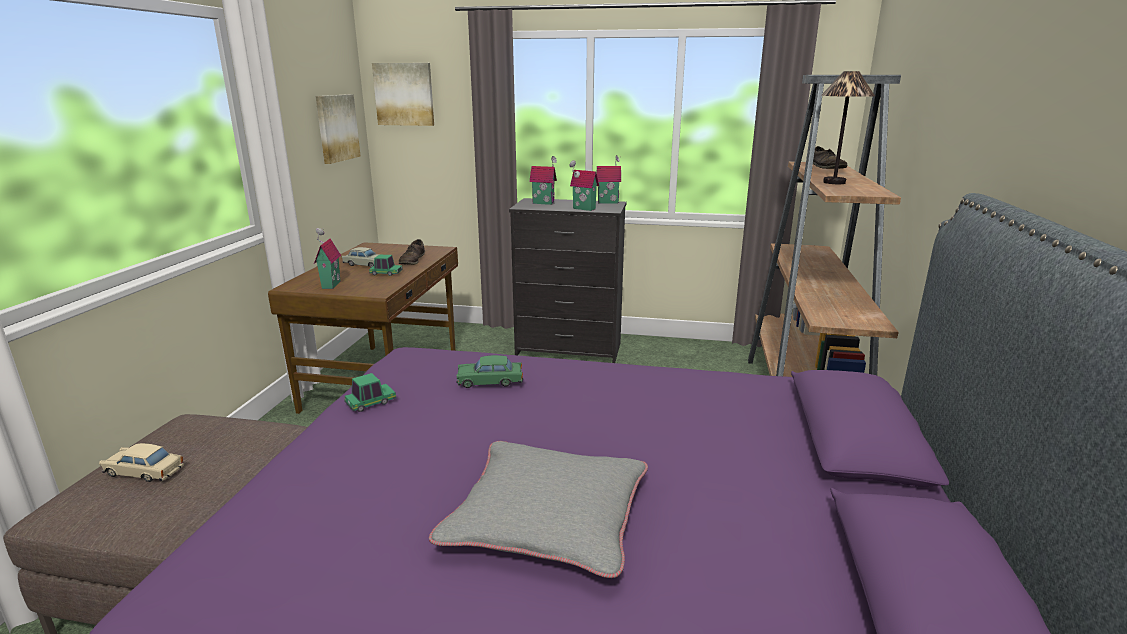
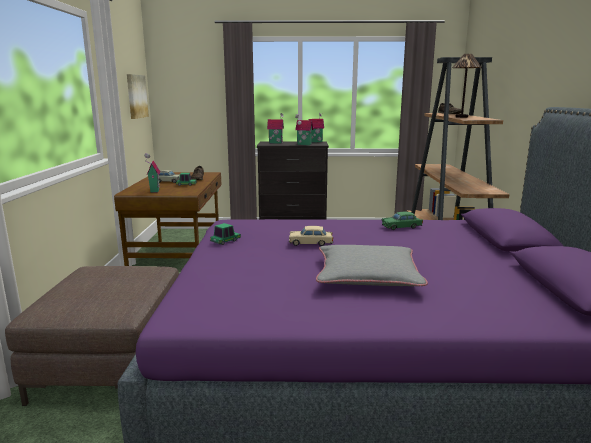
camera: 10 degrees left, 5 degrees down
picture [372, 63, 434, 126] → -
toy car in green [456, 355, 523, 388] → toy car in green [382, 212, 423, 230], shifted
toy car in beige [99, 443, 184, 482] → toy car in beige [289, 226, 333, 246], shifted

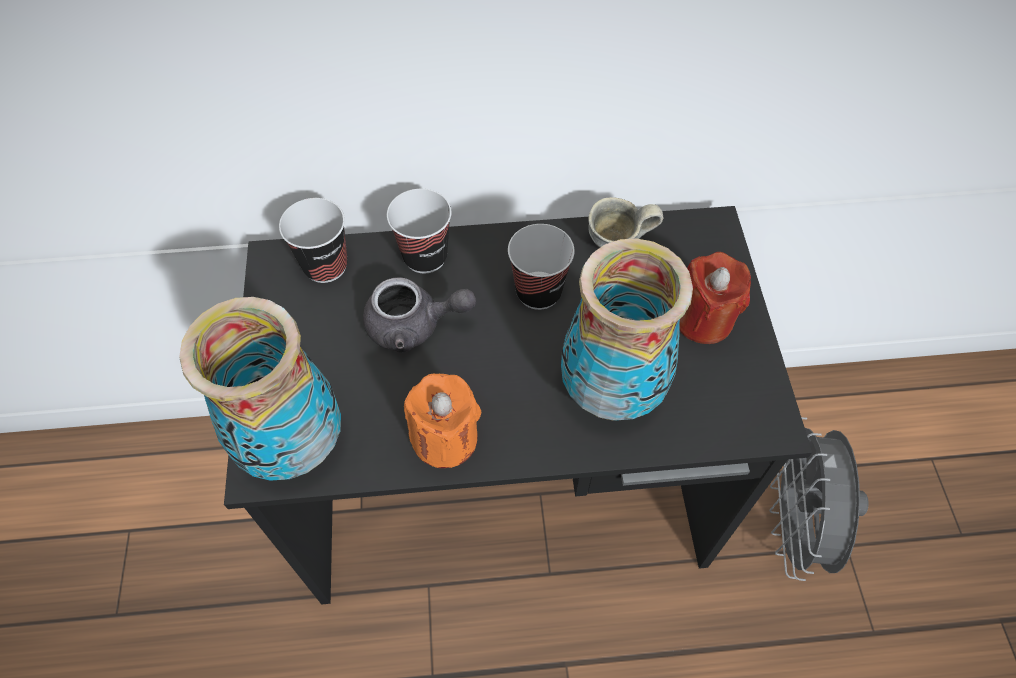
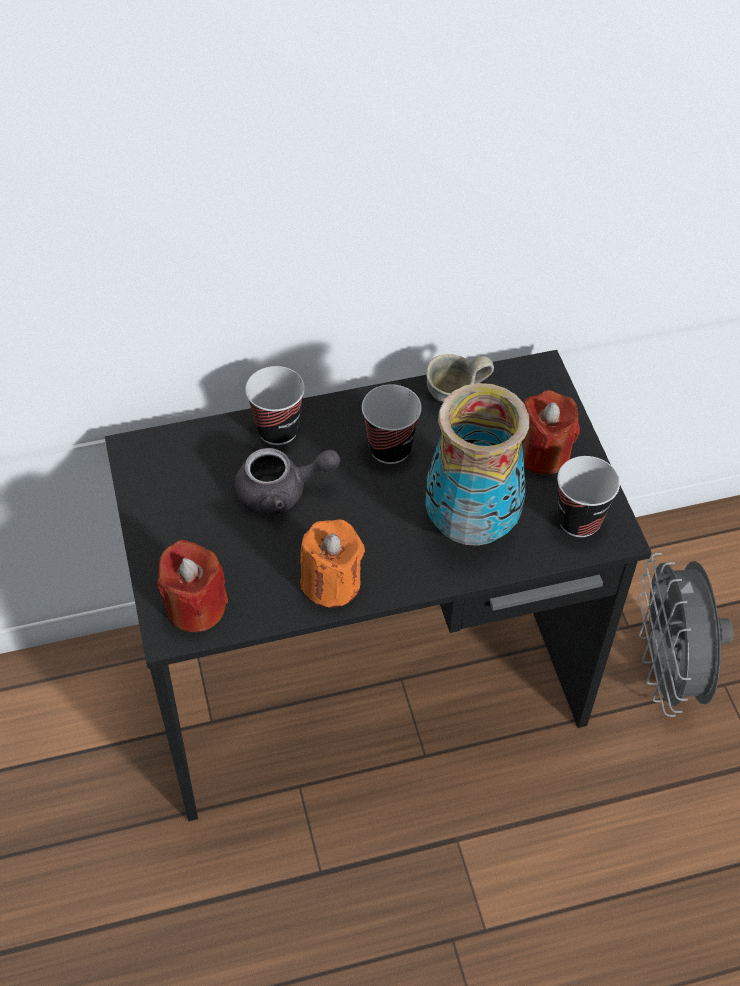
camera: 10 degrees left, 5 degrees down
cup [279, 198, 347, 283] → cup [557, 456, 620, 537], shifted
vase [179, 297, 341, 481] → candle in red [157, 540, 228, 632]

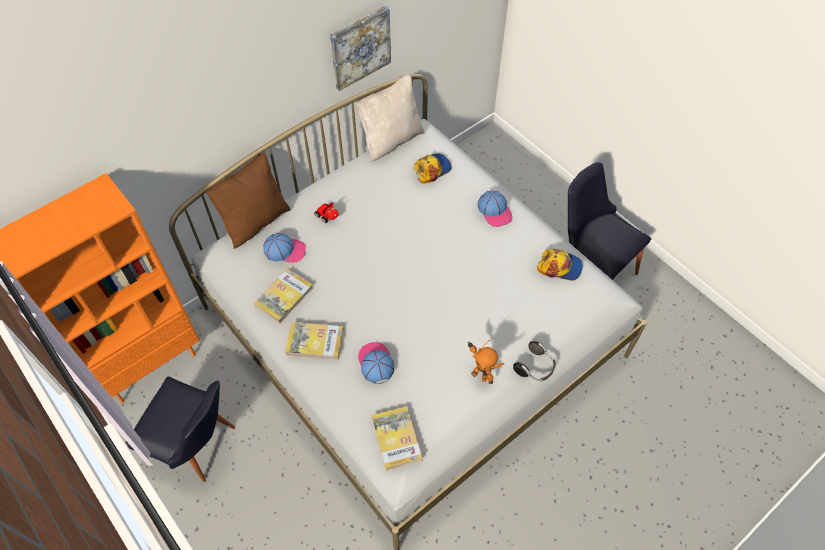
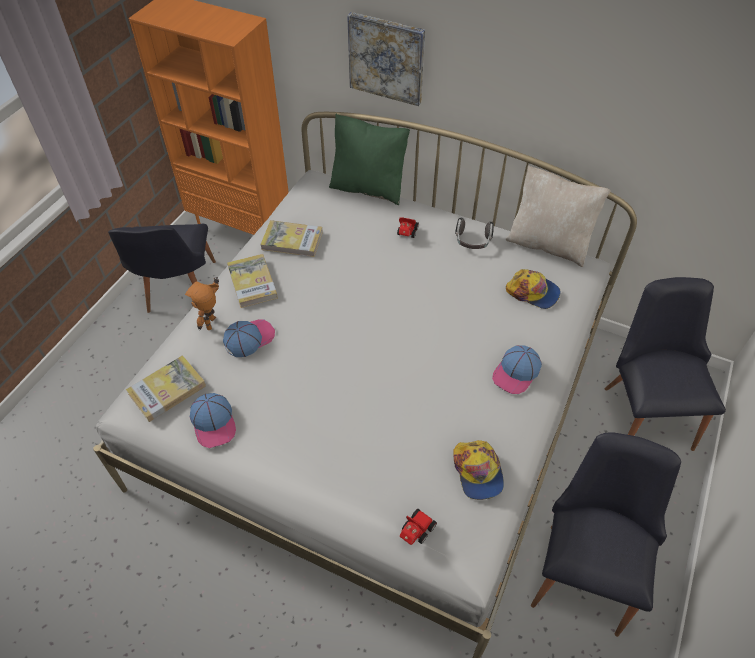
camera: 65 degrees right, 5 degrees down
picture [330, 6, 391, 91] → picture [347, 12, 425, 106], shifted
pillow in brown [206, 152, 291, 248] → pillow in green [329, 114, 410, 205]
cap [263, 233, 306, 263] → cap [190, 393, 236, 448], shifted
toy robot [467, 340, 504, 384] → toy robot [185, 277, 219, 330], shifted
headphones [513, 341, 556, 381] → headphones [455, 218, 494, 249], shifted
- → chair in black [605, 277, 726, 451]
- → toy car [400, 509, 437, 545]

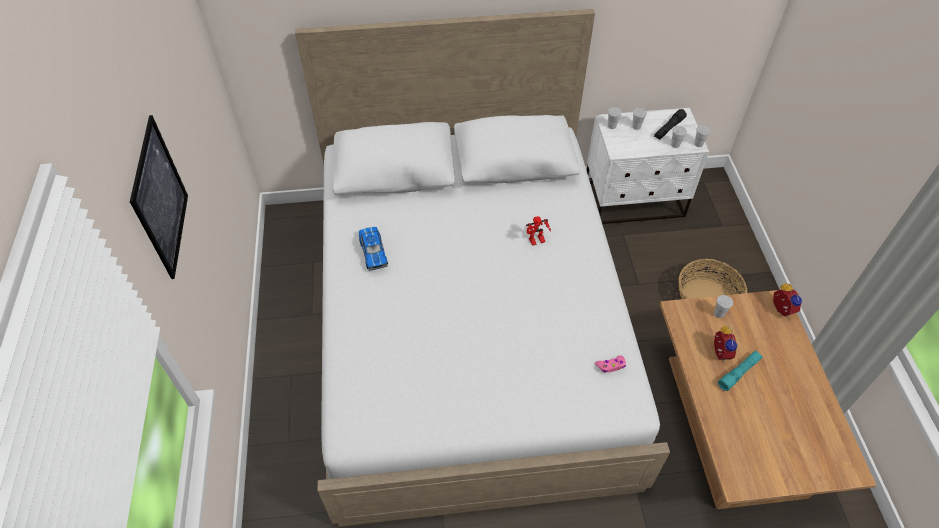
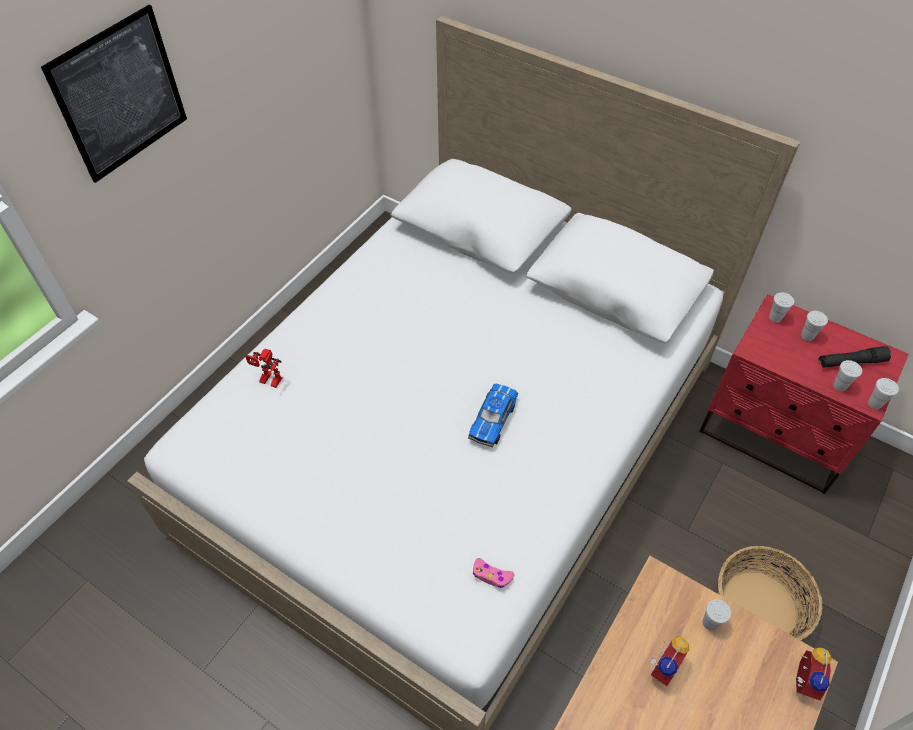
camera: 40 degrees right, 0 degrees up
nightstand in white [587, 108, 709, 224] → nightstand in red [700, 294, 908, 494]
toy robot [526, 216, 551, 246] → toy robot [246, 349, 282, 388], shifted
toy car [359, 227, 388, 271] → toy car [468, 384, 518, 447], shifted
flashlight in turquoise [718, 350, 763, 391] → -

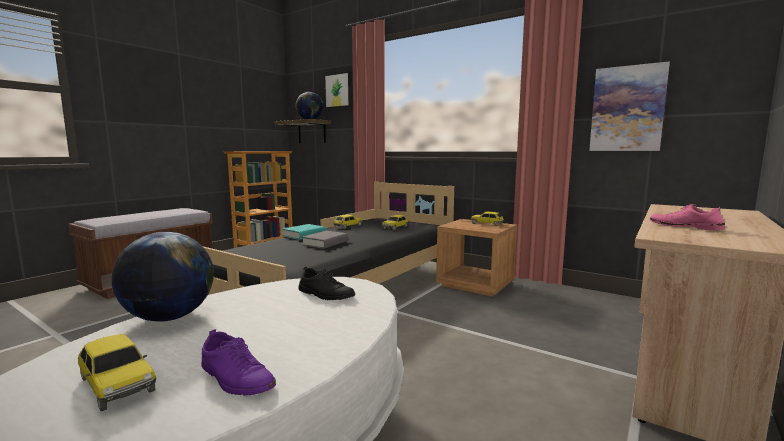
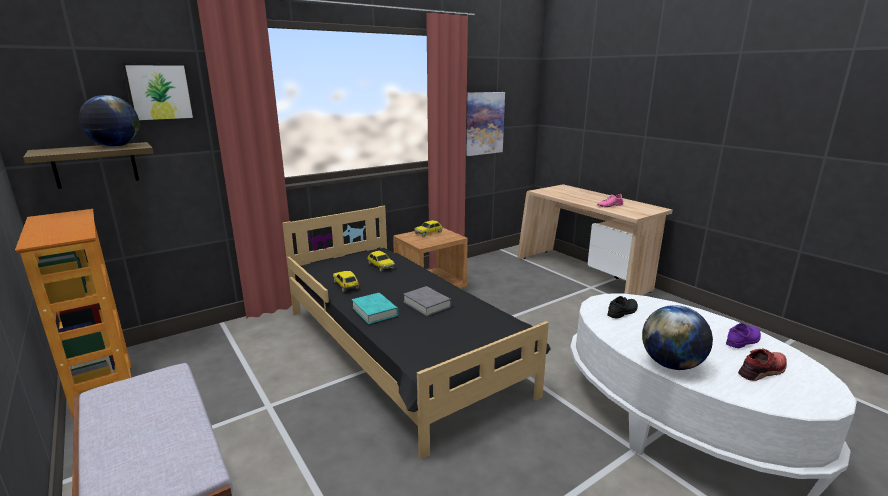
camera: 70 degrees left, 10 degrees up
toy car [78, 334, 156, 411] → shoe in red [738, 348, 787, 381]

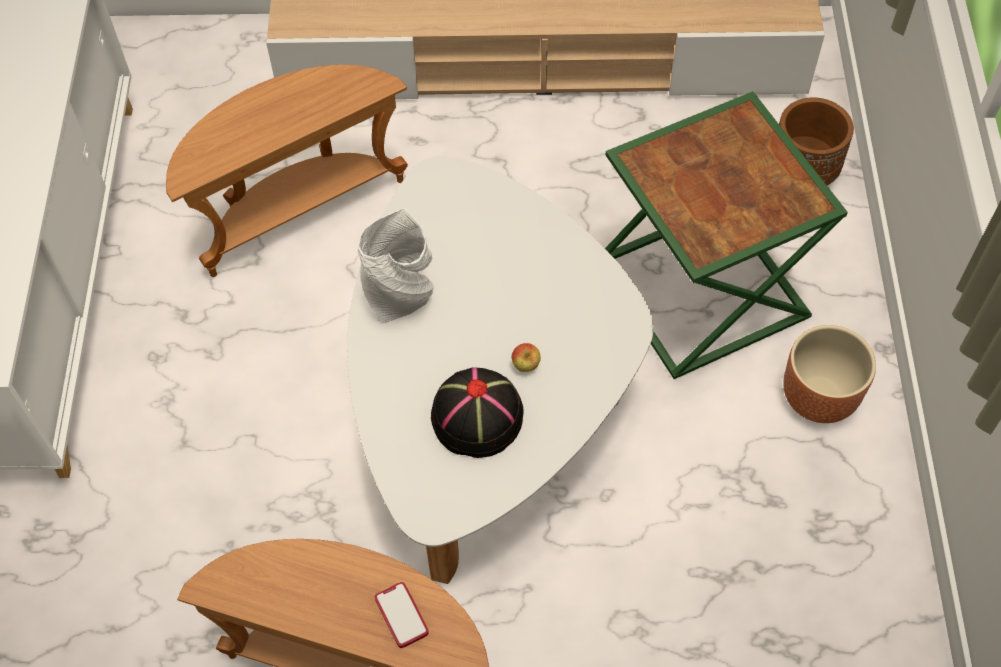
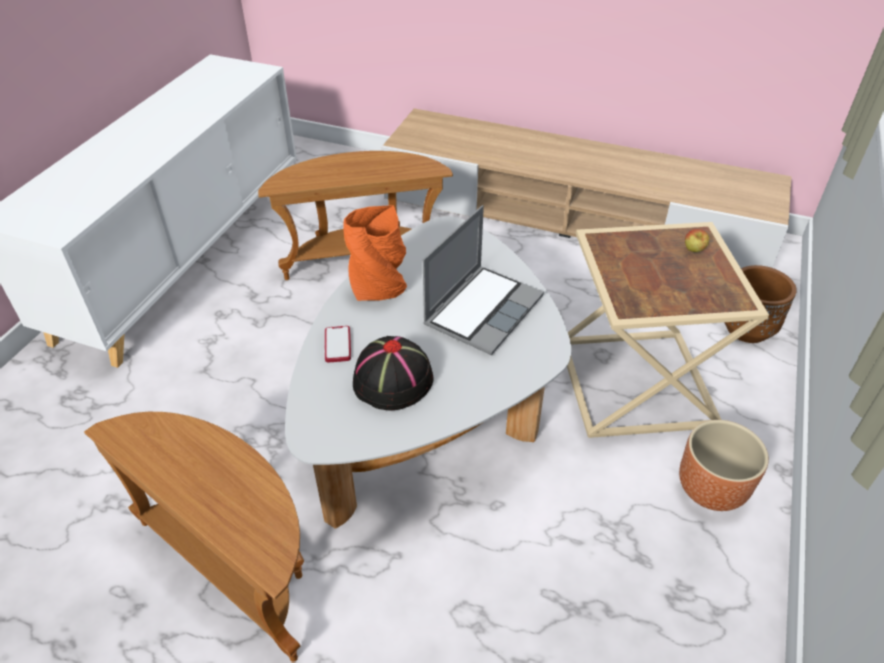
camera: 20 degrees right, 15 degrees down
side table in green [605, 91, 848, 379] → side table in beige [567, 222, 769, 438]
vase in grey [358, 208, 434, 323] → vase in orange [343, 205, 407, 301]
apple [512, 343, 541, 372] → apple [685, 229, 709, 252], shifted
phone [375, 582, 429, 648] → phone [325, 326, 351, 362], shifted
- → laptop [423, 205, 544, 355]

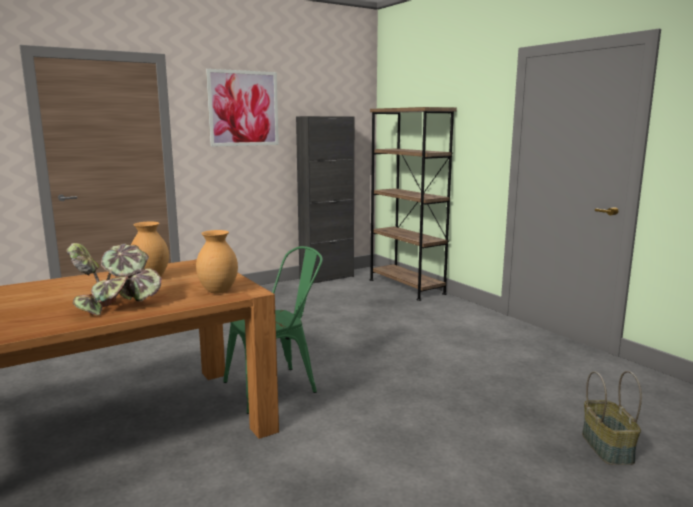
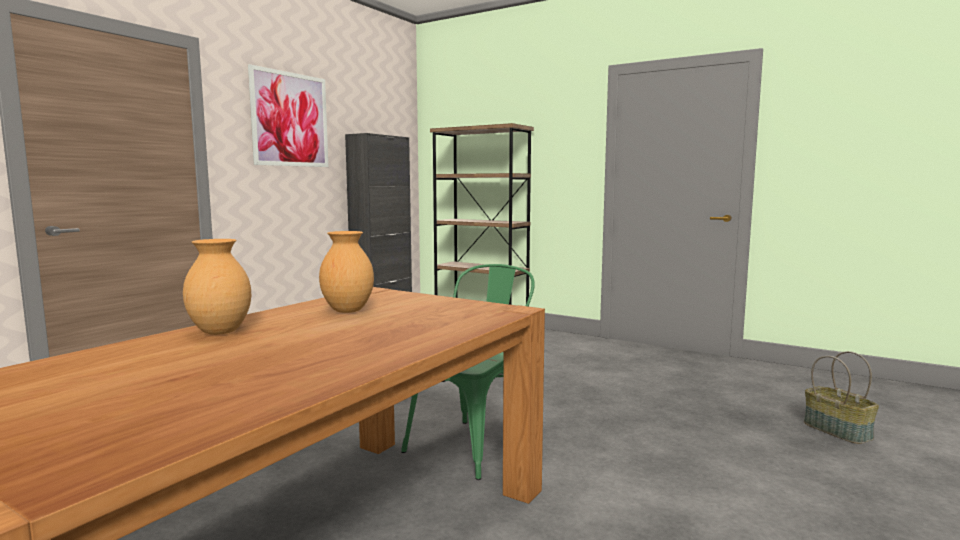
camera: 25 degrees left, 5 degrees down
vase in brown [196, 230, 238, 294] → vase in brown [183, 239, 251, 335], shifted
potted plant [66, 243, 162, 316] → -

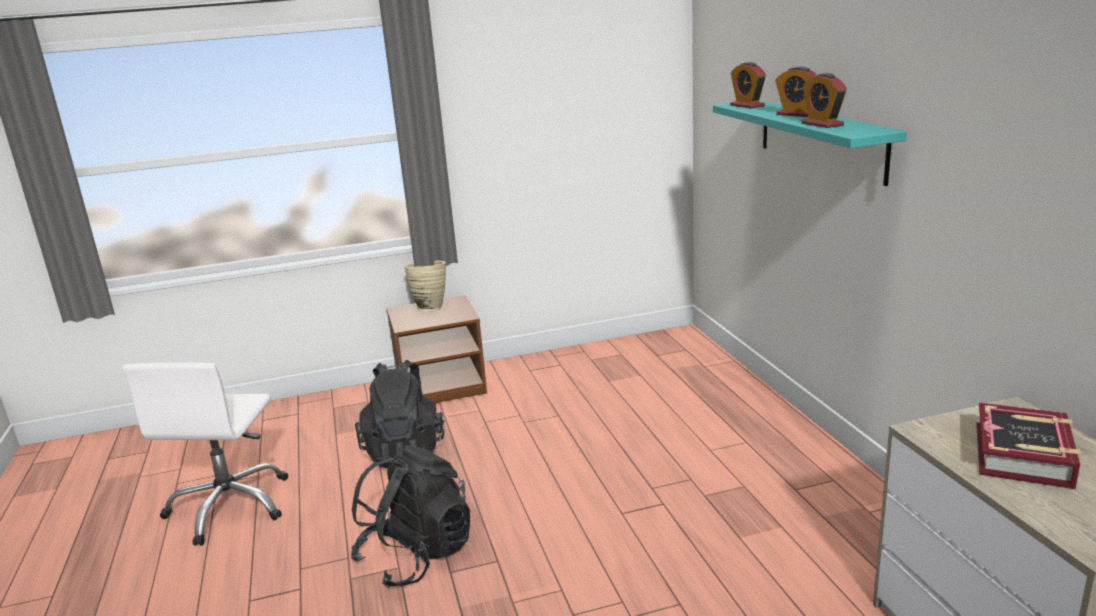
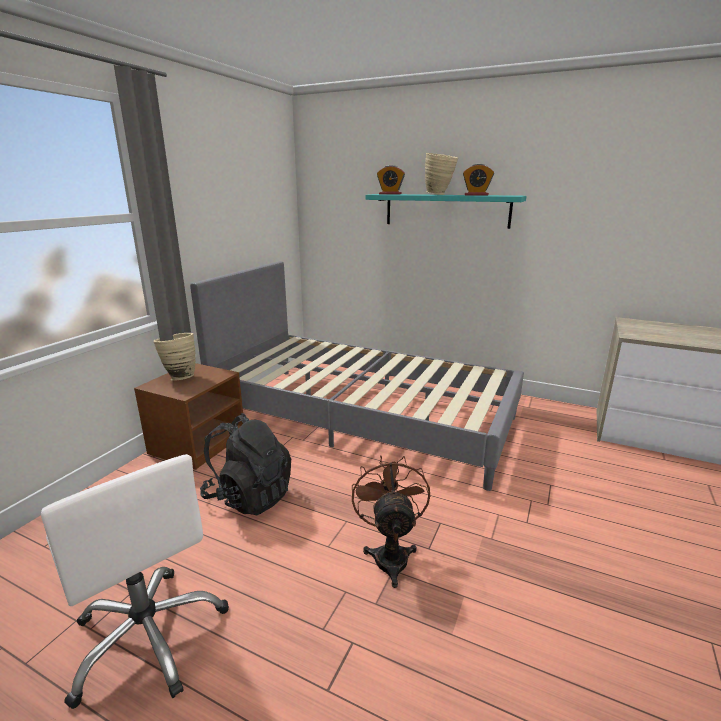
camera: 50 degrees left, 0 degrees up
alarm clock [775, 66, 816, 117] → vase in beige [425, 153, 458, 195]
book [976, 403, 1081, 489] → -
backpack in black [351, 445, 470, 588] → fan in brown [352, 455, 430, 588]
- → bed in grey [190, 261, 524, 491]

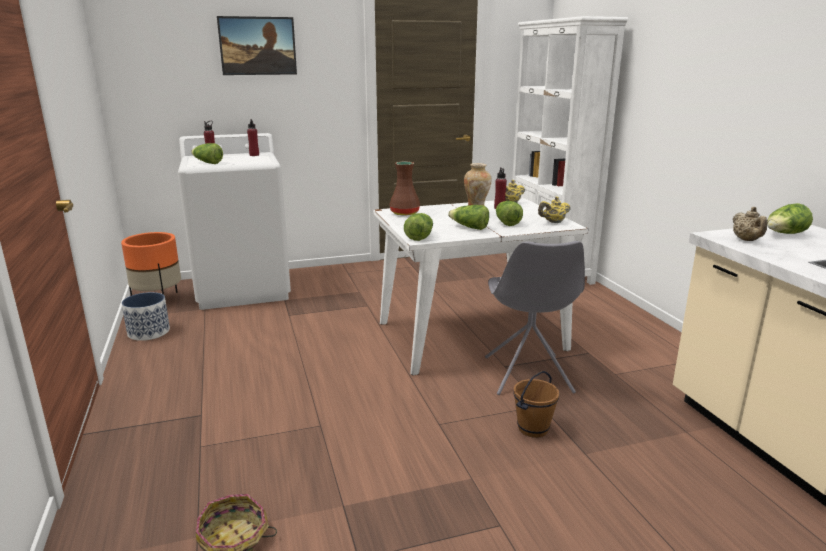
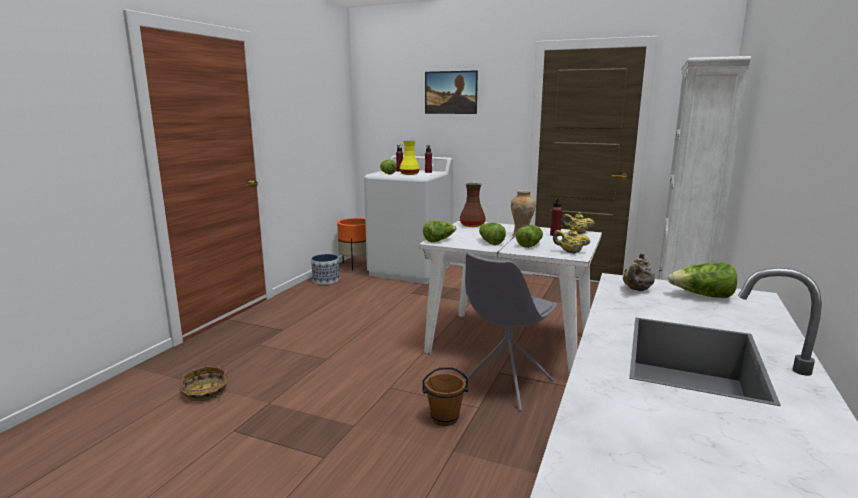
camera: 40 degrees right, 5 degrees down
- → vase in yellow [400, 141, 420, 175]

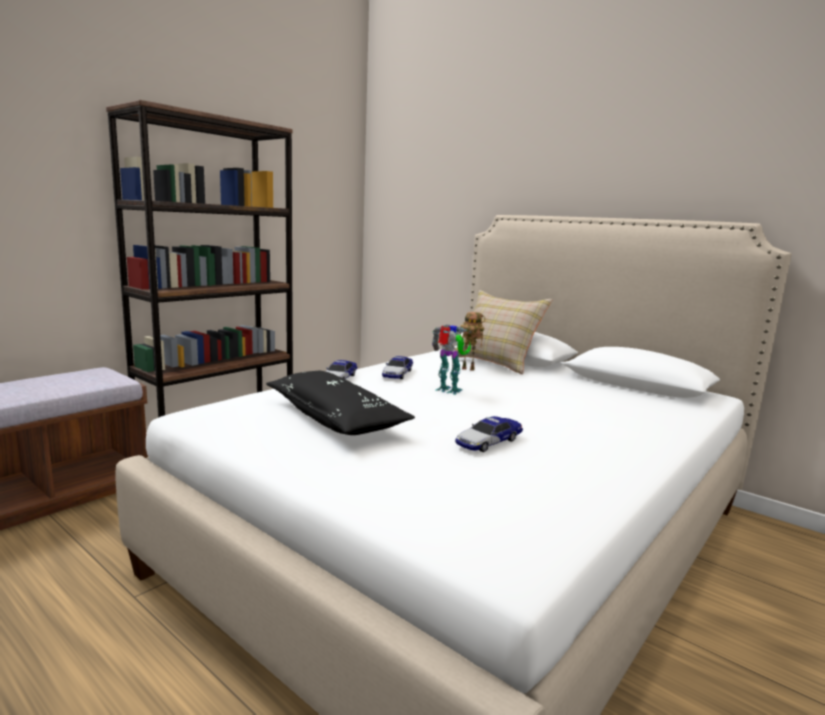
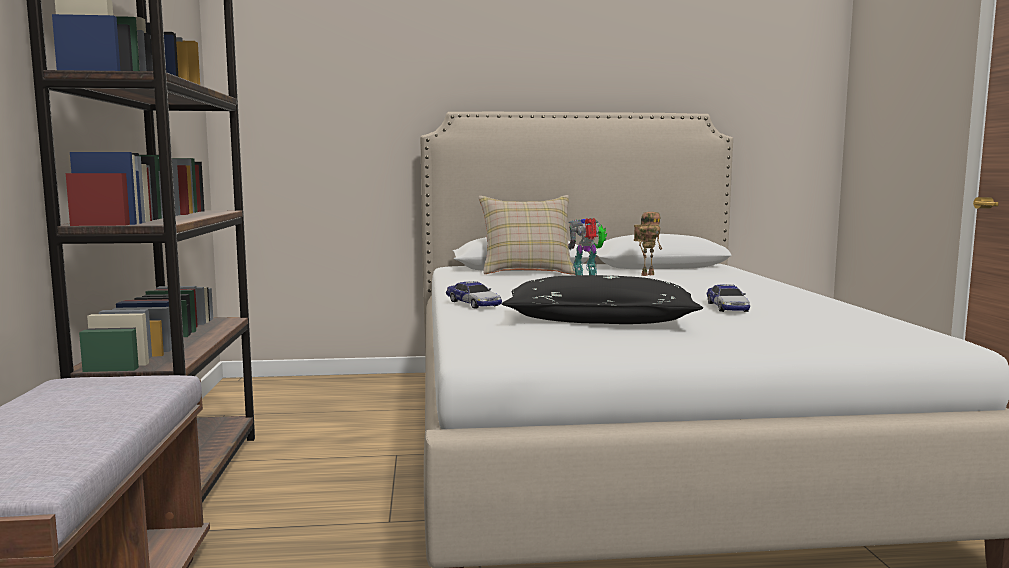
camera: 45 degrees left, 5 degrees down
toy robot [458, 312, 485, 371] → toy robot [634, 212, 662, 276], shifted
toy car [382, 356, 413, 379] → -

